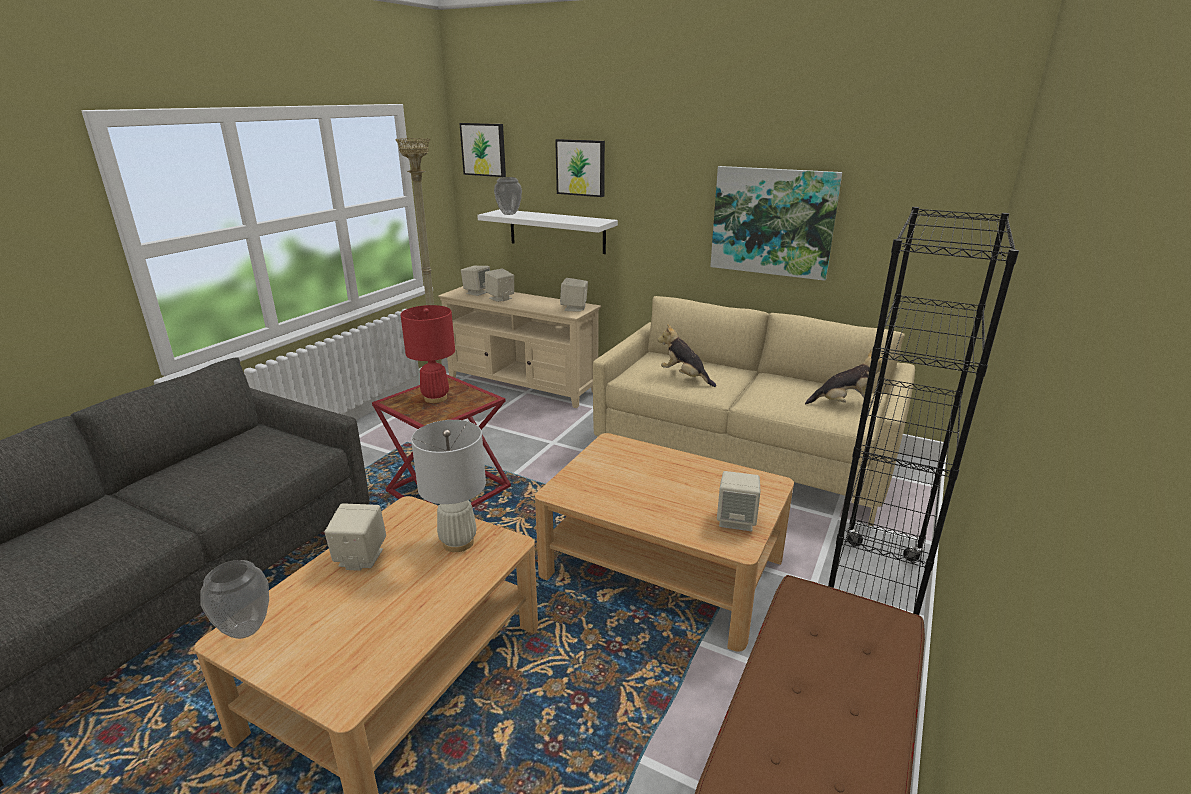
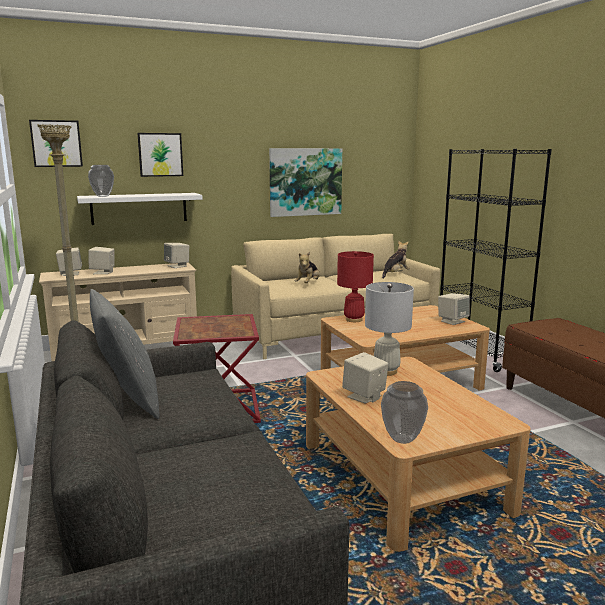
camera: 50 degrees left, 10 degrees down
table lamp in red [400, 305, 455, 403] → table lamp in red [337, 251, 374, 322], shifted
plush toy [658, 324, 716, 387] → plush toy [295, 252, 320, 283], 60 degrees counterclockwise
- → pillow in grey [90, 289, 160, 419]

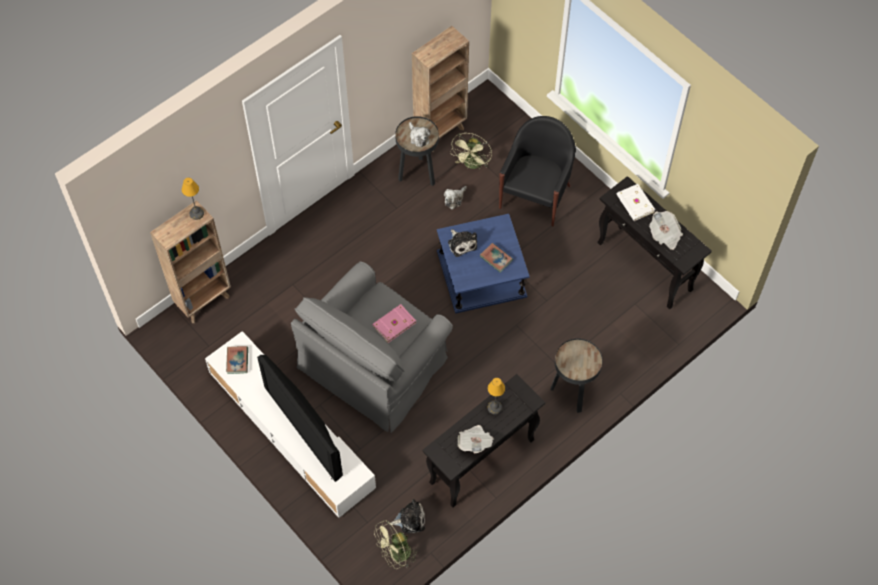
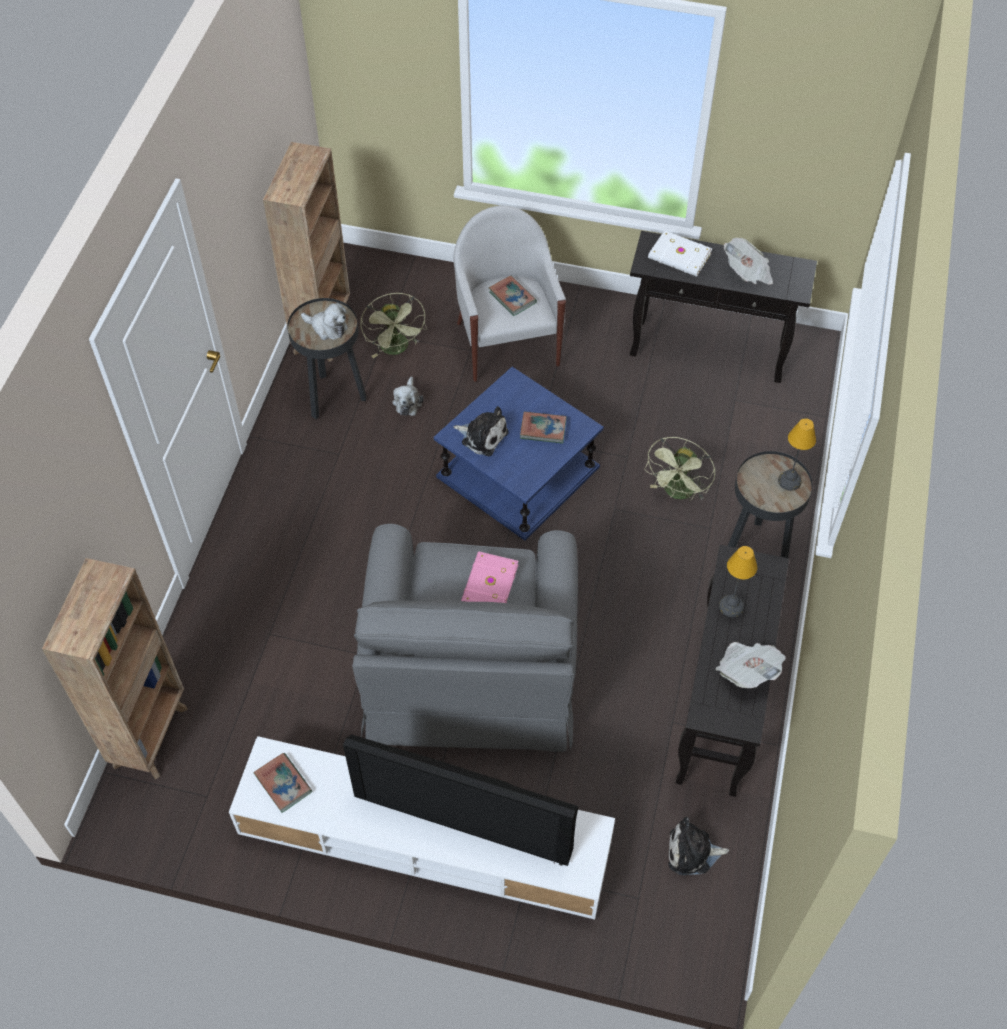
camera: 35 degrees left, 5 degrees down
armchair in black [499, 116, 576, 226] → armchair in white [453, 206, 566, 382]
table lamp [182, 177, 204, 220] → table lamp [778, 418, 816, 491], shifted
plush toy [390, 499, 425, 533] → plush toy [669, 817, 729, 875], 135 degrees counterclockwise
fan in green [374, 520, 418, 569] → fan in green [644, 437, 715, 501], shifted
- → book [489, 276, 537, 316]

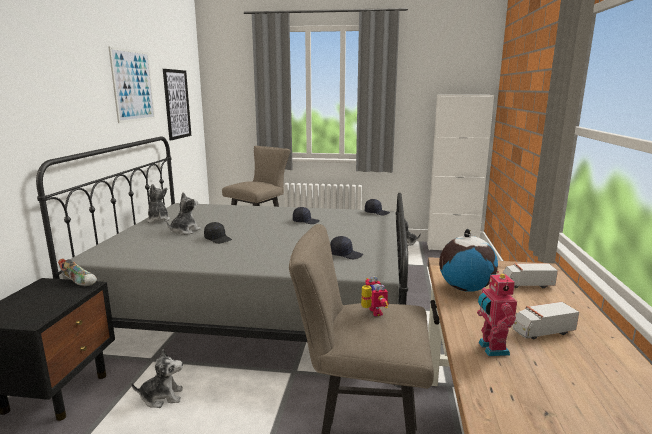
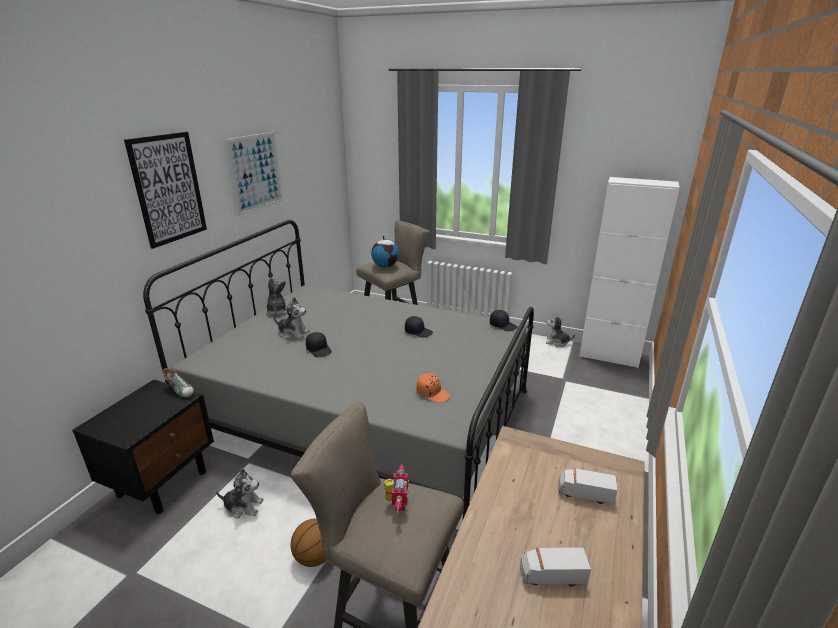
camera: 15 degrees right, 10 degrees up
picture [163, 69, 191, 140] → picture [124, 132, 207, 249], shifted
plush toy [167, 192, 201, 235] → plush toy [274, 297, 310, 339], 60 degrees clockwise
globe [439, 229, 498, 292] → globe [371, 236, 399, 267], shifted
cap in black [330, 236, 363, 259] → cap in orange [416, 373, 450, 403]
toy robot [477, 271, 517, 356] → -
- → basketball [290, 519, 326, 567]

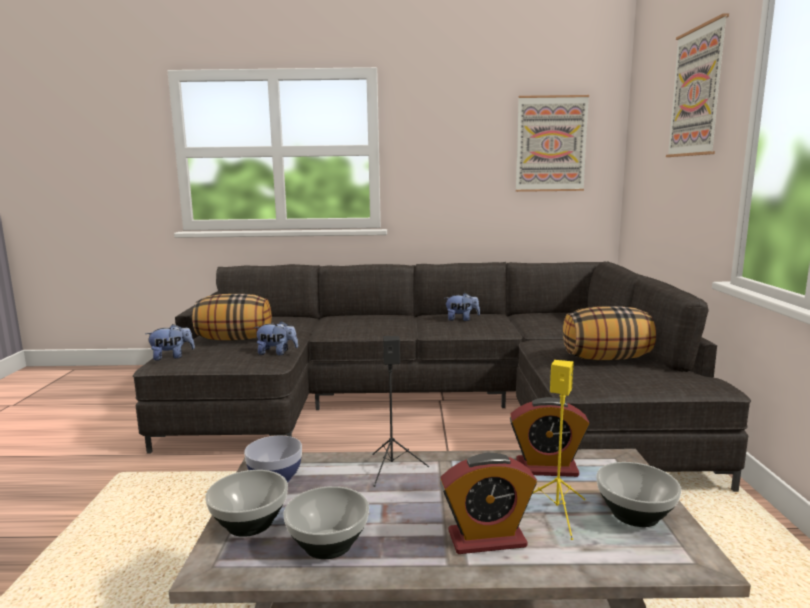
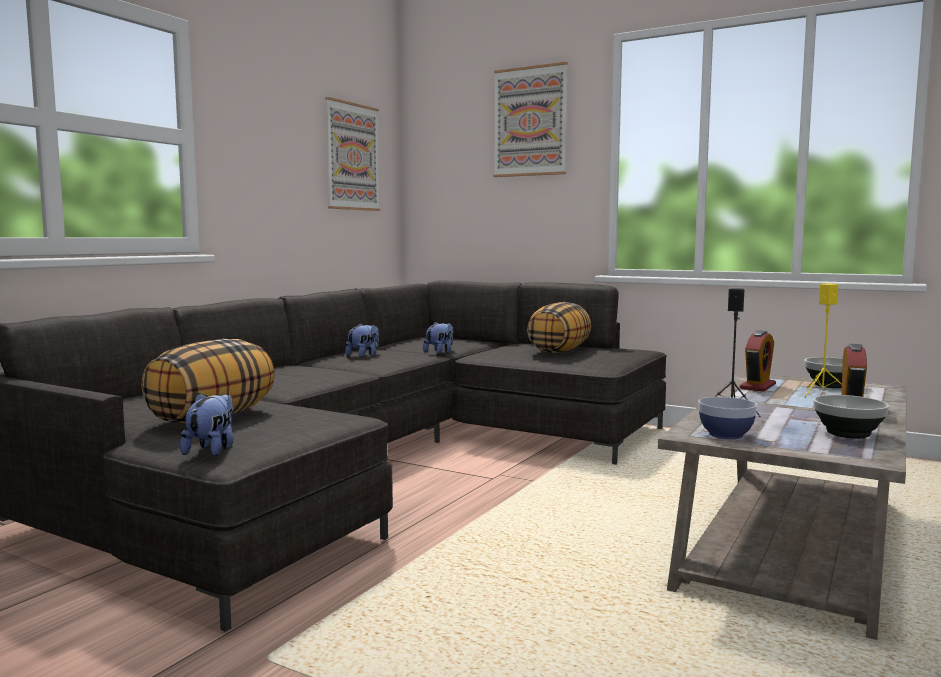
camera: 60 degrees left, 5 degrees down
plush toy [254, 321, 298, 355] → plush toy [423, 322, 453, 354], shifted
bowl [205, 470, 288, 537] → -

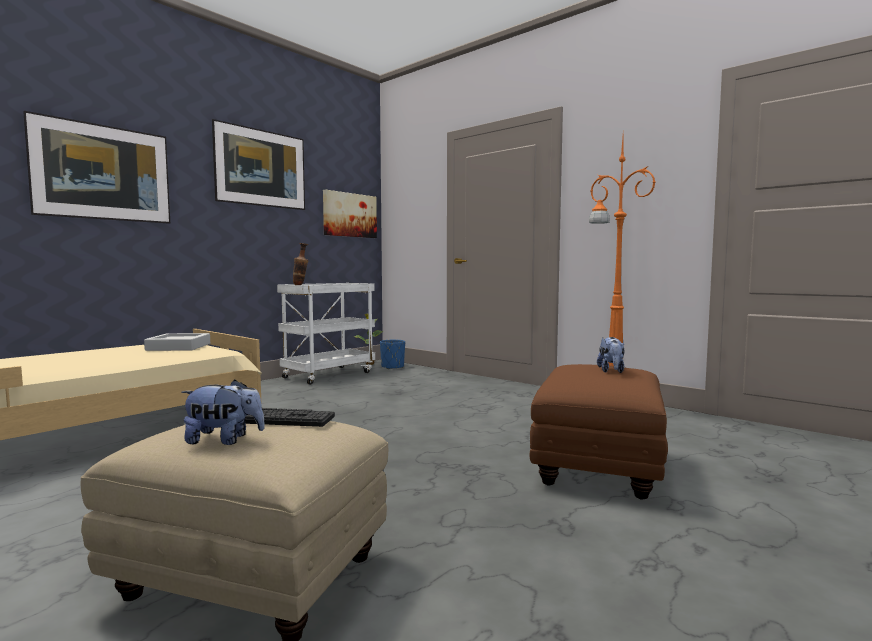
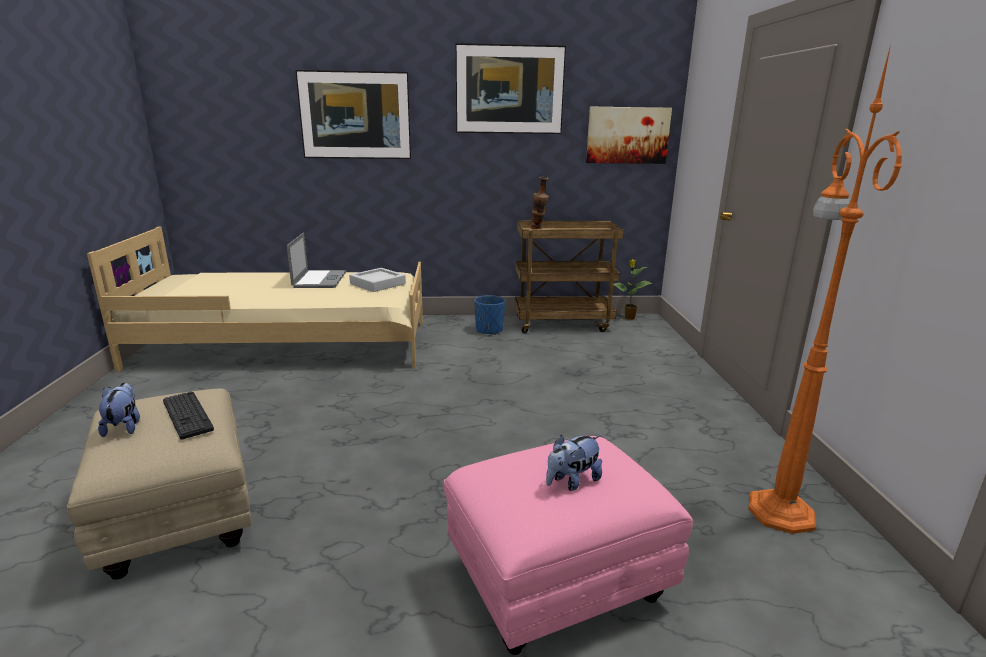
camera: 45 degrees right, 15 degrees up
cart in white [277, 283, 375, 385] → cart in brown [515, 220, 624, 333]
planter in blue [380, 340, 405, 369] → planter in blue [474, 295, 506, 335], shifted
ottoman in brown [529, 364, 668, 500] → ottoman in pink [444, 436, 693, 655]
plush toy [181, 380, 265, 445] → plush toy [98, 383, 140, 437], 150 degrees counterclockwise
- → laptop [287, 232, 347, 288]

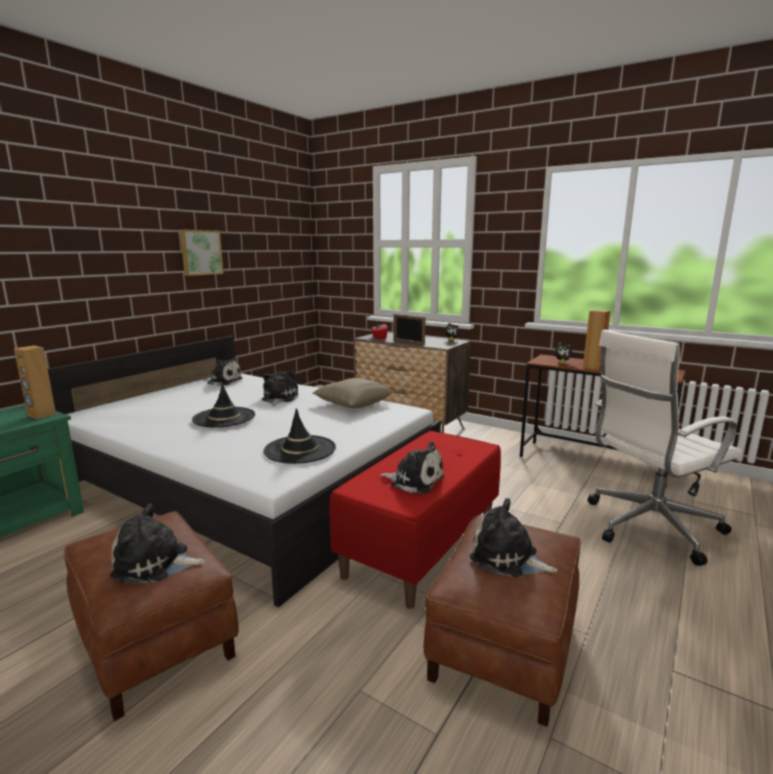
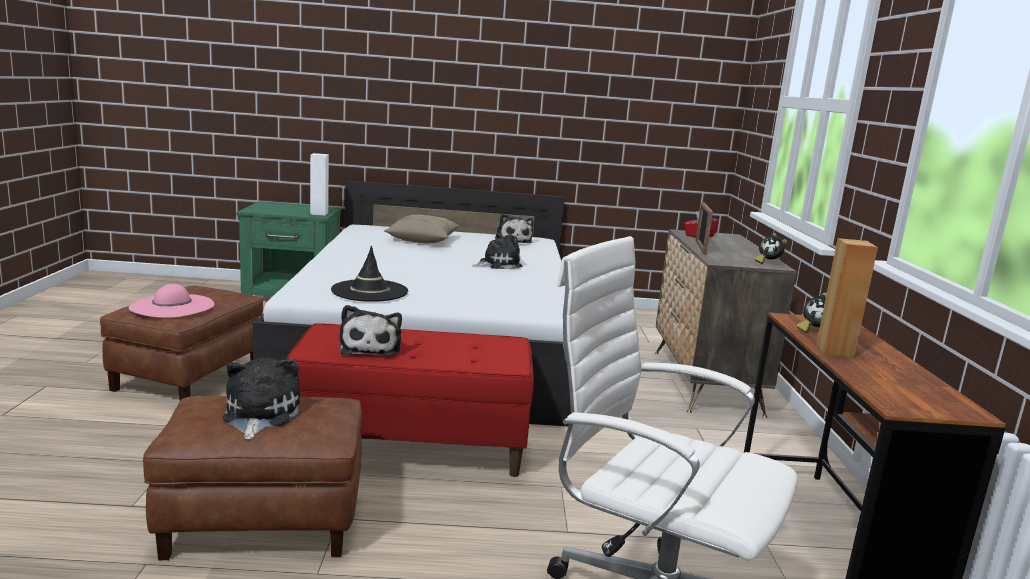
camera: 55 degrees right, 0 degrees up
picture [180, 230, 224, 276] → -
speaker in brown [14, 345, 56, 419] → speaker in white [310, 153, 329, 215]
pillow in beige [312, 378, 394, 408] → pillow in beige [384, 215, 460, 243], shifted
hat in black [192, 383, 255, 427] → -
plush toy [110, 503, 206, 583] → hat in pink [129, 284, 214, 318]

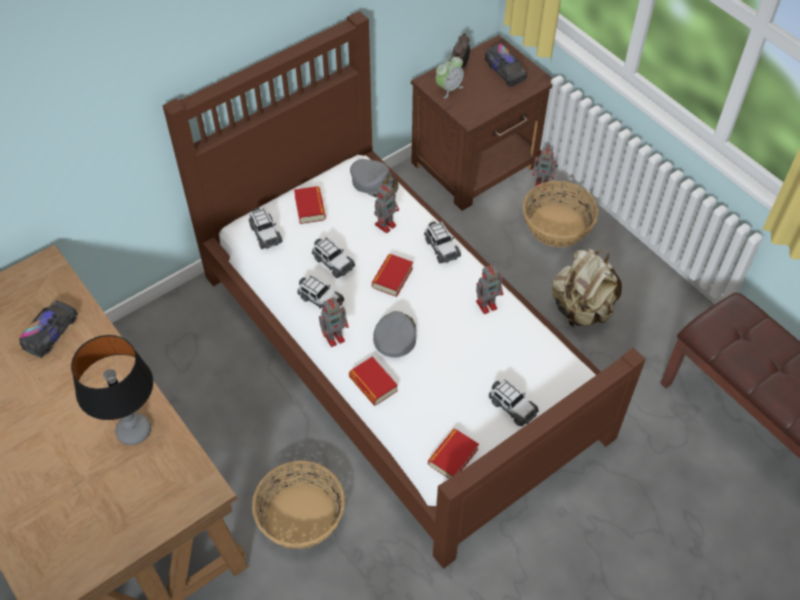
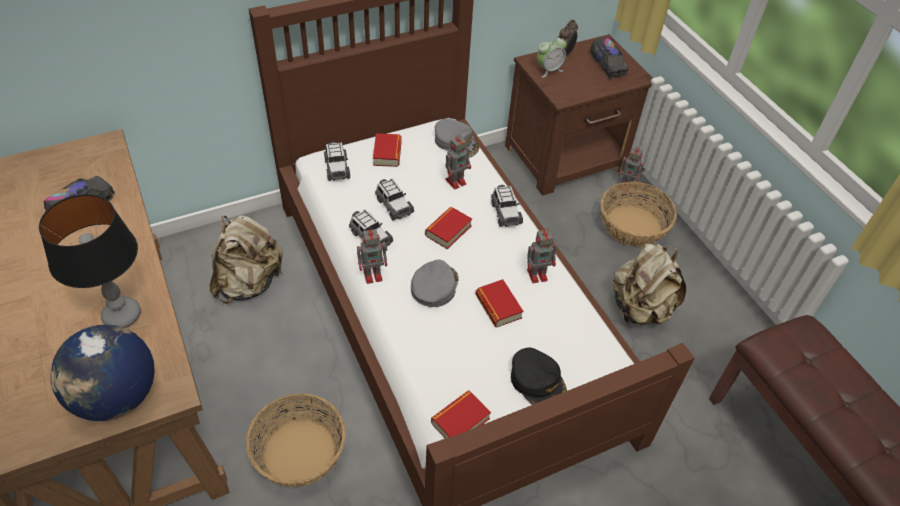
camera: 10 degrees right, 5 degrees down
book [349, 356, 398, 405] → book [475, 279, 523, 327], shifted
toy car [489, 379, 539, 426] → cap in black [511, 348, 567, 405]
- → backpack in beige [210, 215, 283, 304]
- → globe [50, 325, 155, 421]

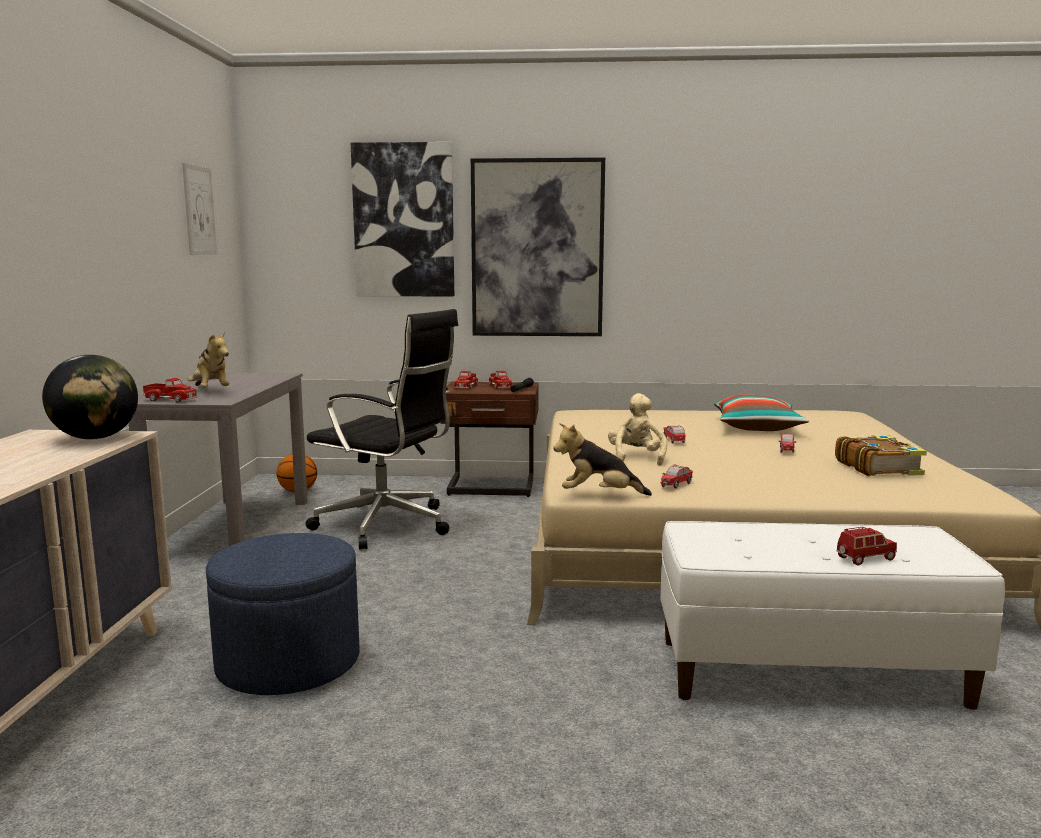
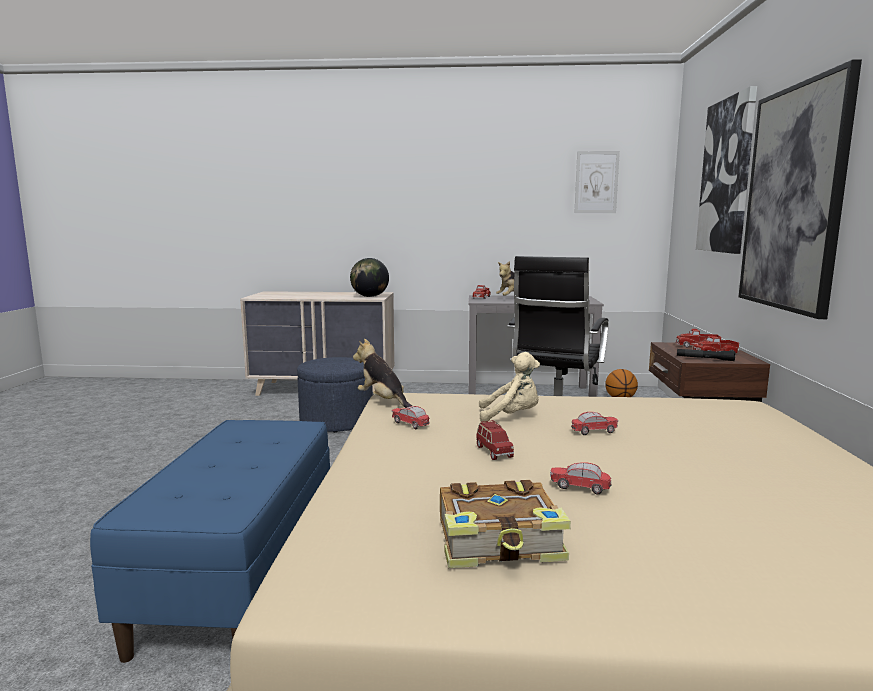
camera: 90 degrees right, 0 degrees up
pillow [714, 395, 809, 431] → -
plush toy [553, 423, 652, 496] → plush toy [353, 338, 412, 408], 45 degrees counterclockwise
bench in white [660, 521, 1005, 710] → bench in blue [90, 420, 330, 663]
toy car in red [837, 527, 897, 565] → toy car in red [476, 420, 514, 460], shifted

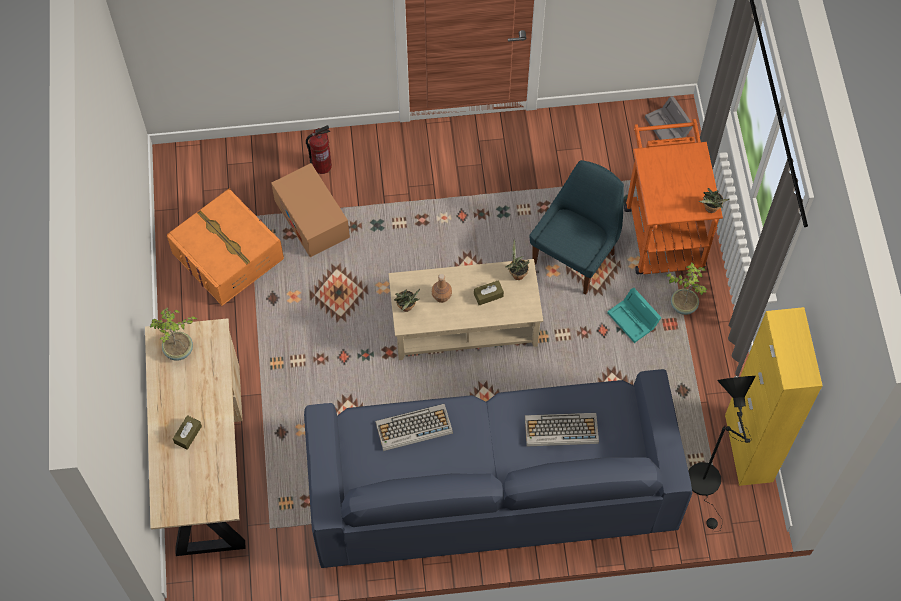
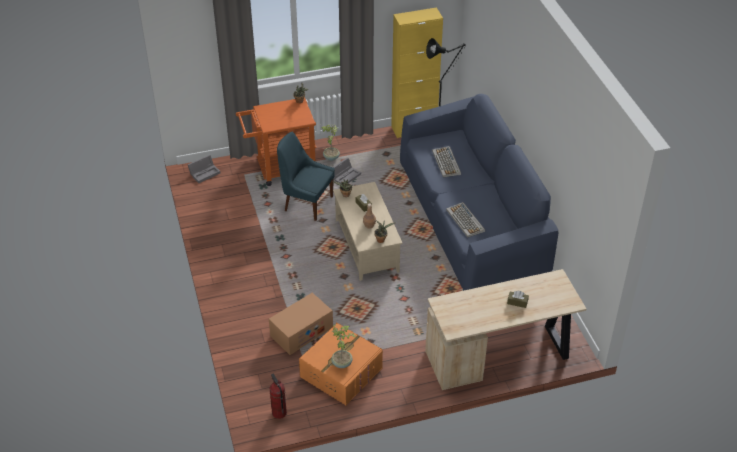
camera: 100 degrees left, 20 degrees down
fire extinguisher [306, 125, 332, 174] → fire extinguisher [270, 374, 287, 419], shifted
storage box in turquoise [607, 288, 662, 343] → storage box in grey [333, 158, 361, 184]
potted plant [150, 308, 197, 361] → potted plant [331, 325, 355, 368], shifted

